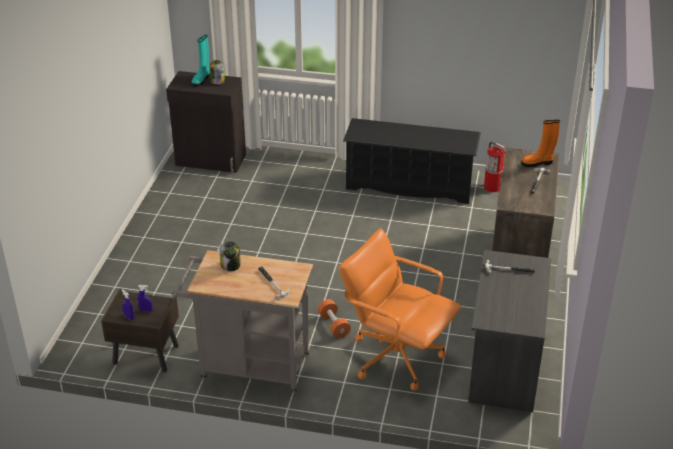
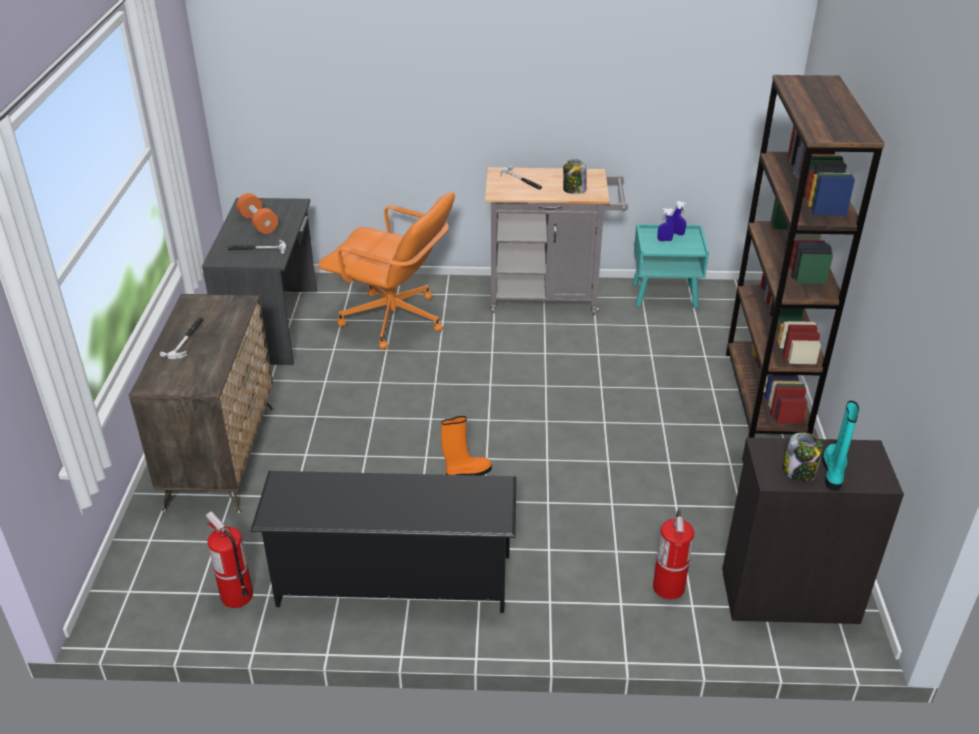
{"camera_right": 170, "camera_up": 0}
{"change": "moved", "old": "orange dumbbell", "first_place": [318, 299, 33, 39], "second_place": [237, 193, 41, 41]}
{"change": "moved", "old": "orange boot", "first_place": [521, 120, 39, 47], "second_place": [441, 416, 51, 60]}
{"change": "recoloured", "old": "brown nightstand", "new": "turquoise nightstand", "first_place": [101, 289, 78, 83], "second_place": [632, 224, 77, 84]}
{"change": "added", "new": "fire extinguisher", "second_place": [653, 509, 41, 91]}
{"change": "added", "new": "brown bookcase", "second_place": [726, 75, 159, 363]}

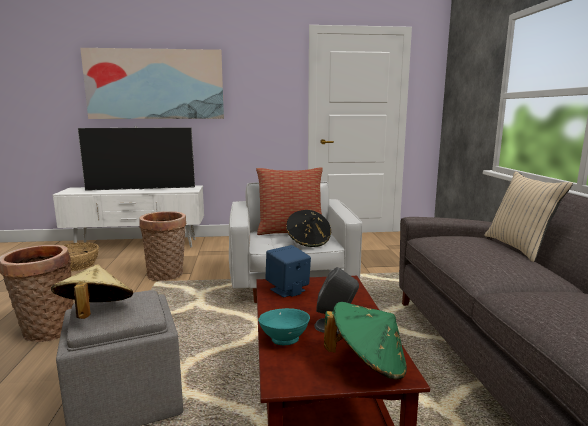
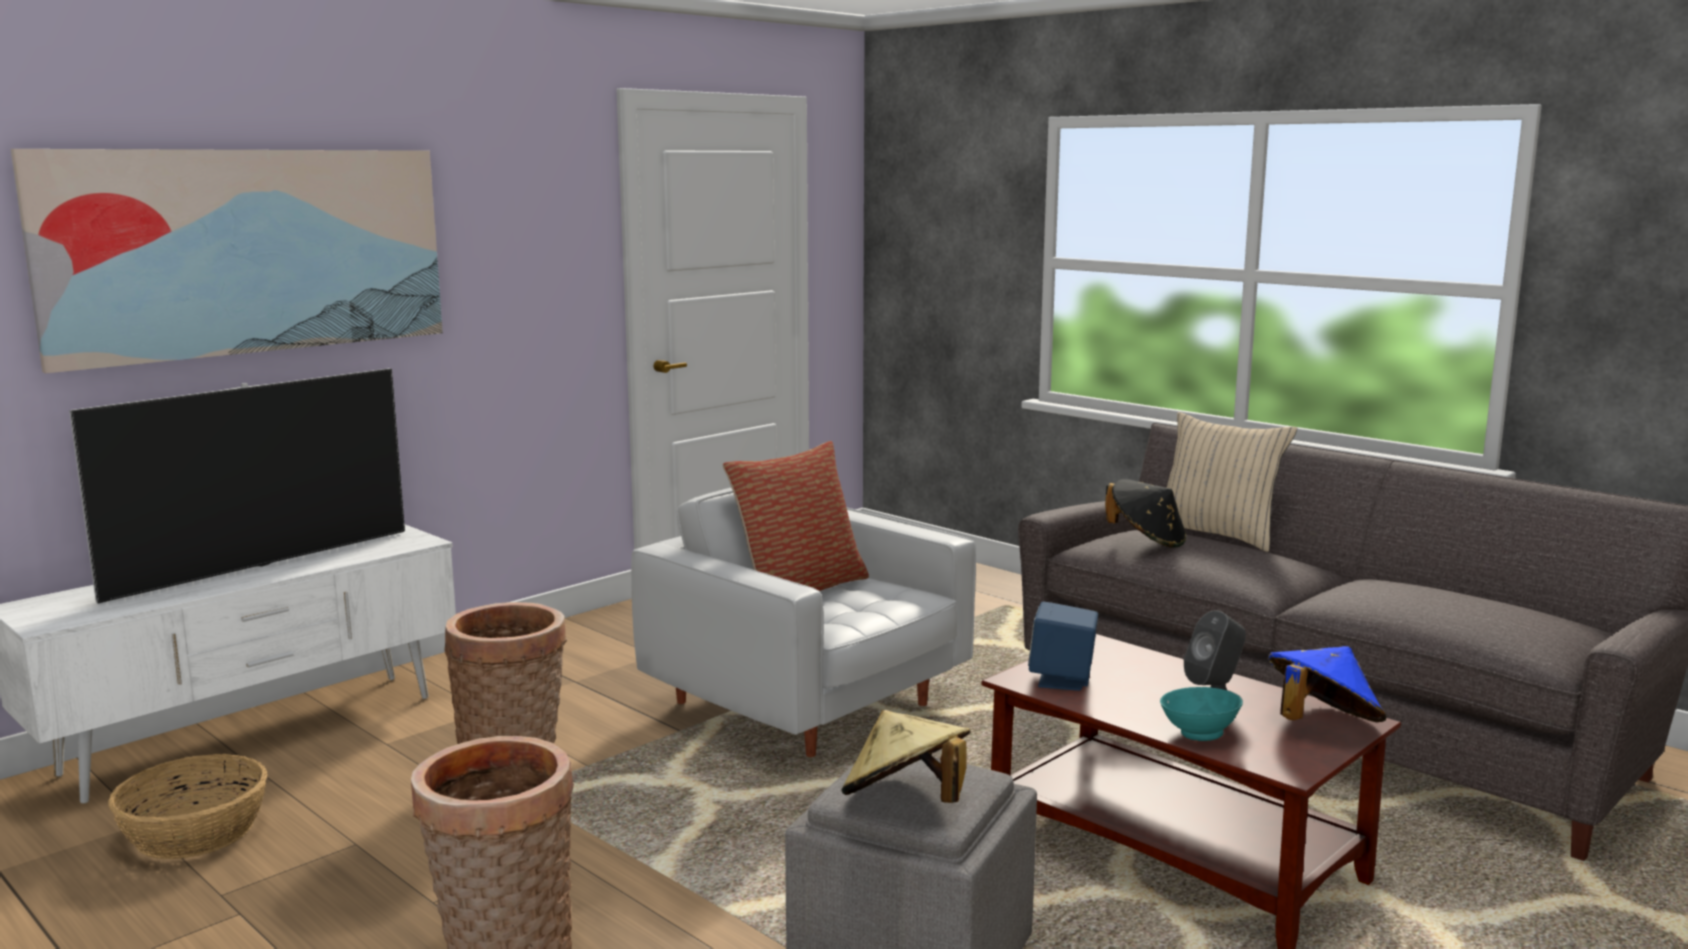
{"camera_right": -40, "camera_up": 0}
{"change": "moved", "old": "black hat", "first_place": [286, 210, 45, 37], "second_place": [1105, 479, 81, 69]}
{"change": "recoloured", "old": "green hat", "new": "blue hat", "first_place": [324, 302, 83, 78], "second_place": [1267, 646, 119, 76]}

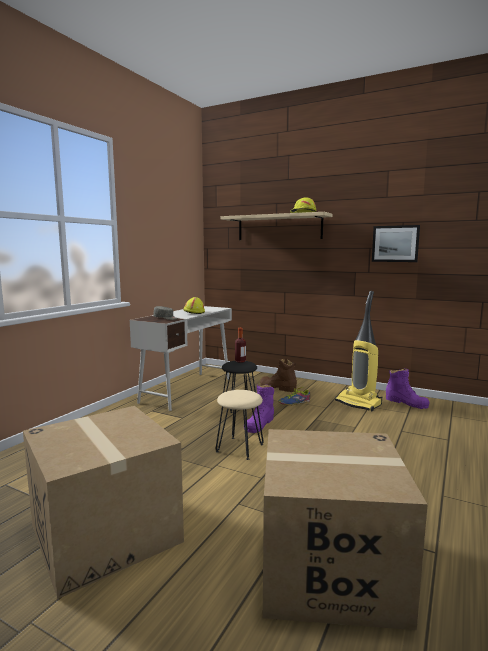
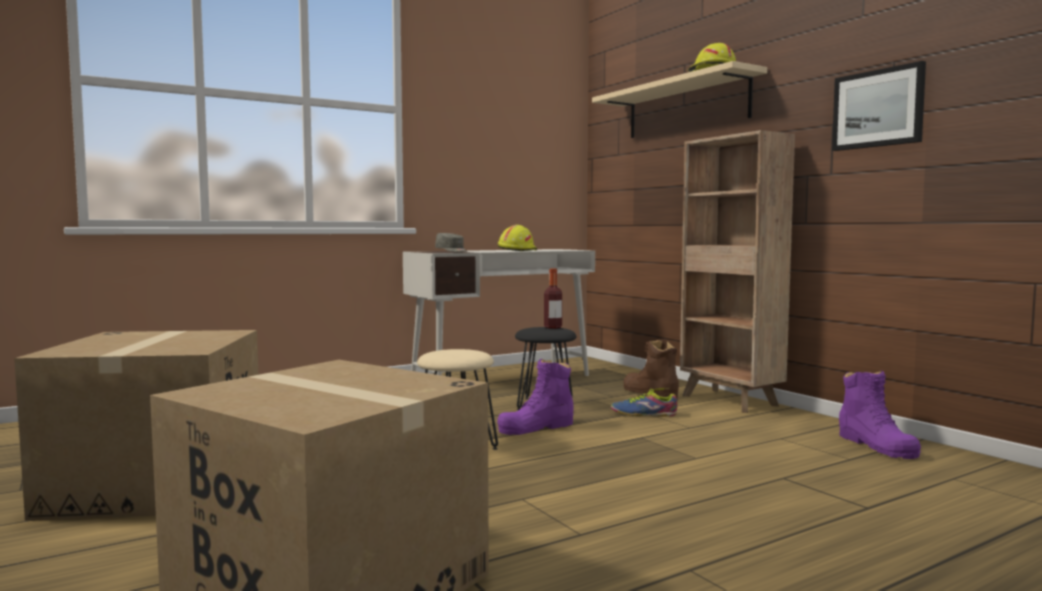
{"camera_right": 30, "camera_up": -5}
{"change": "added", "new": "brown bookcase", "second_place": [680, 130, 115, 283]}
{"change": "removed", "old": "vacuum cleaner", "first_place": [335, 291, 47, 120]}

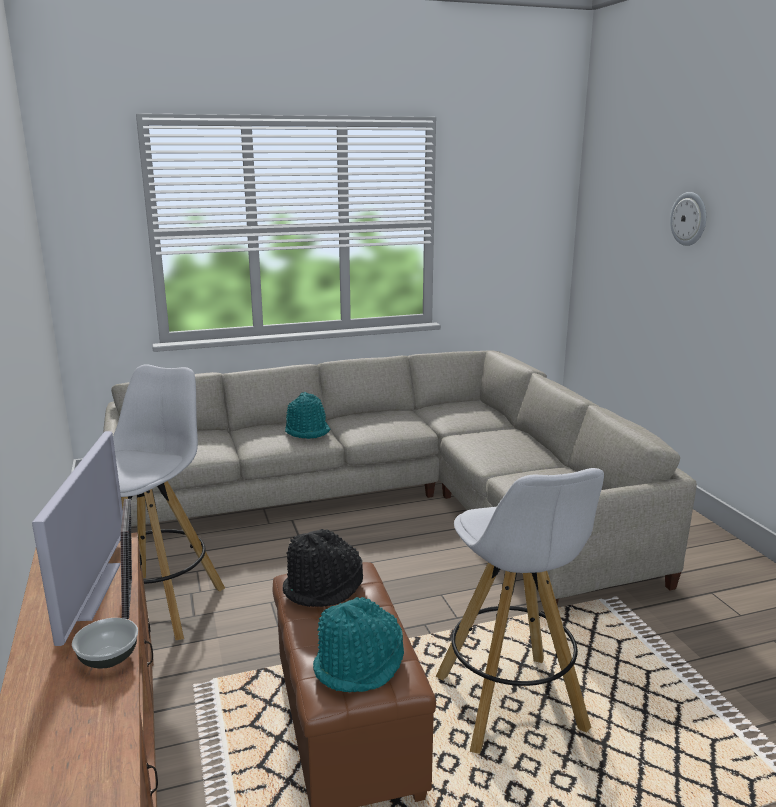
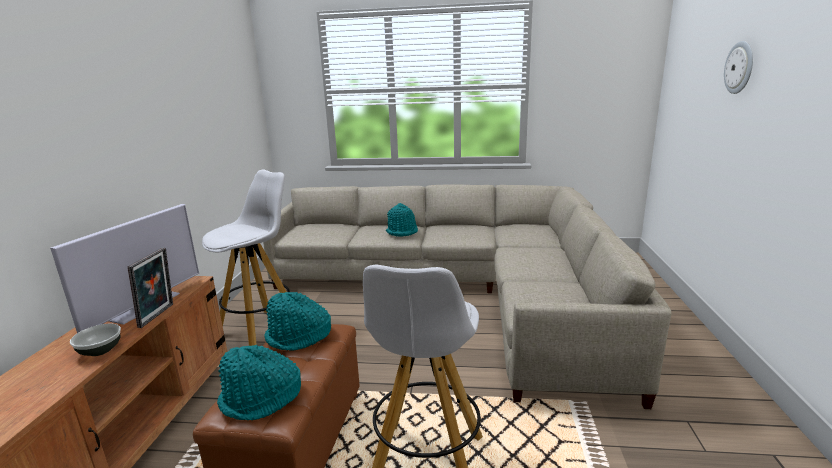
{"camera_right": 25, "camera_up": 0}
{"change": "recoloured", "old": "black hat", "new": "turquoise hat", "first_place": [283, 529, 80, 78], "second_place": [264, 292, 67, 59]}

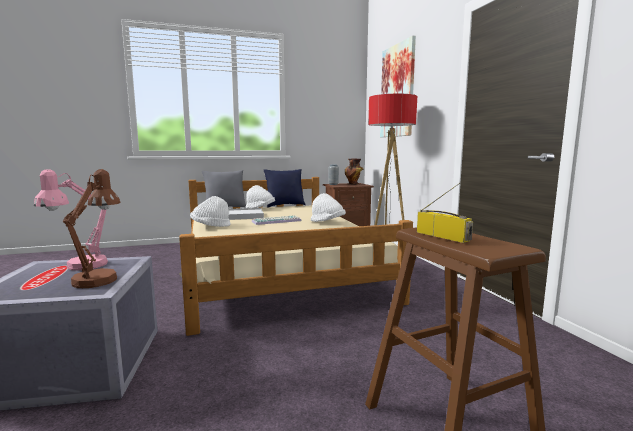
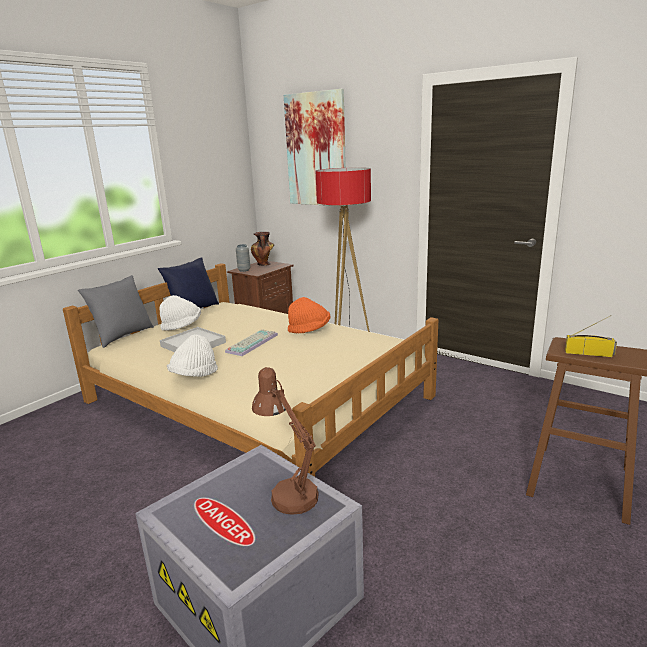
{"camera_right": -35, "camera_up": 10}
{"change": "recoloured", "old": "white hat", "new": "orange hat", "first_place": [311, 193, 35, 29], "second_place": [288, 297, 42, 36]}
{"change": "removed", "old": "pink table lamp", "first_place": [34, 169, 74, 101]}

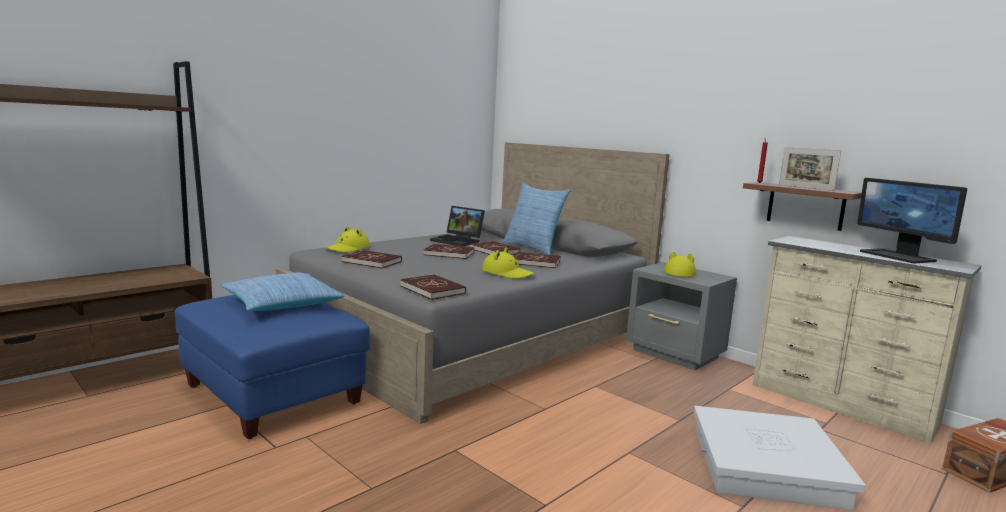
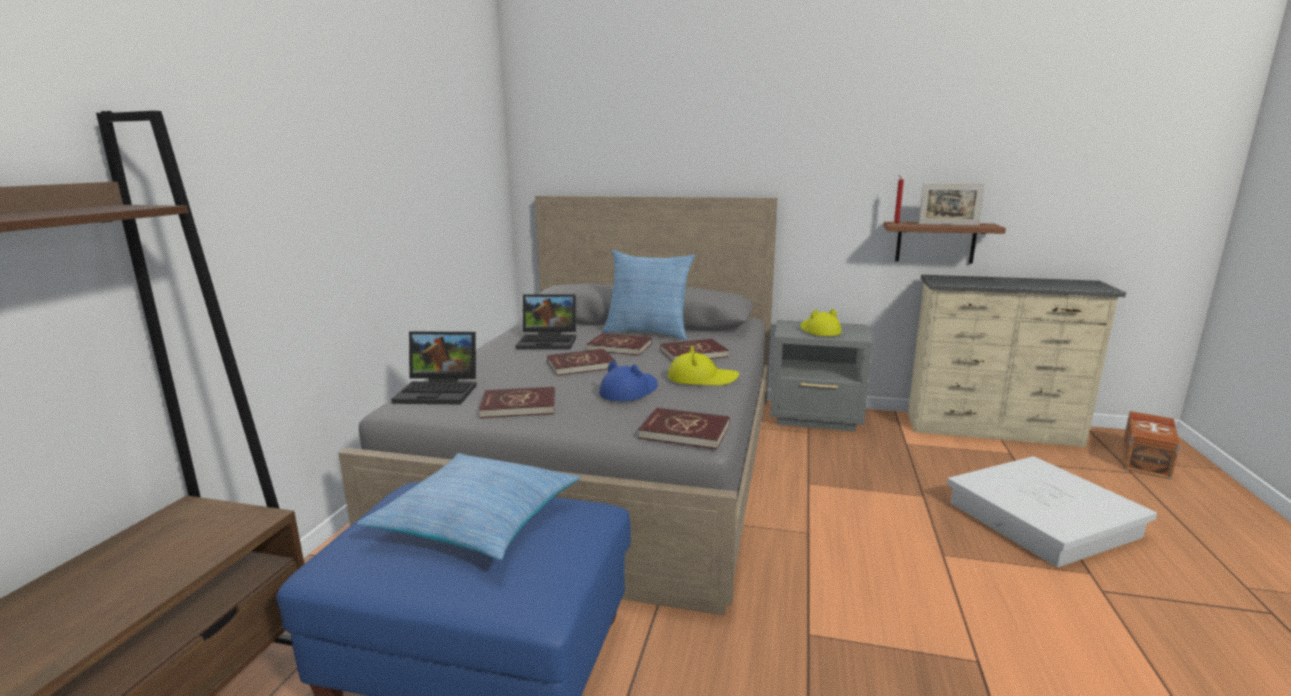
{"camera_right": -30, "camera_up": 5}
{"change": "replaced", "old": "yellow hat", "new": "laptop", "first_place": [325, 226, 45, 27], "second_place": [391, 331, 86, 73]}
{"change": "added", "new": "blue hat", "second_place": [599, 361, 59, 40]}
{"change": "removed", "old": "monitor", "first_place": [857, 178, 110, 85]}

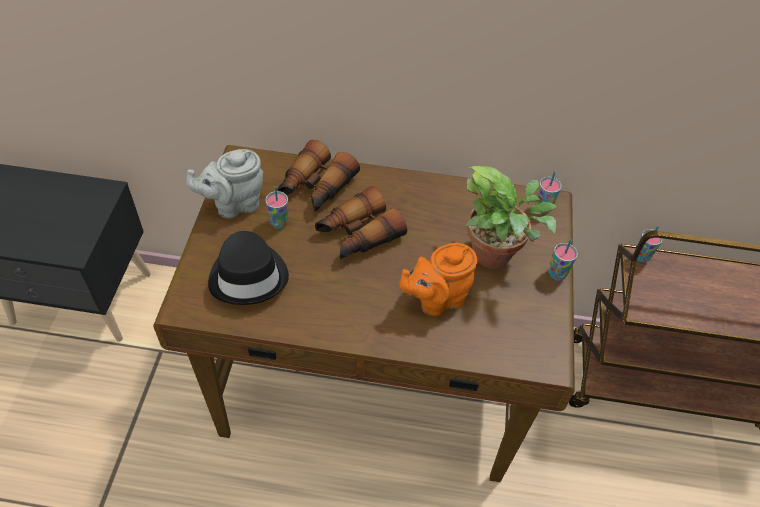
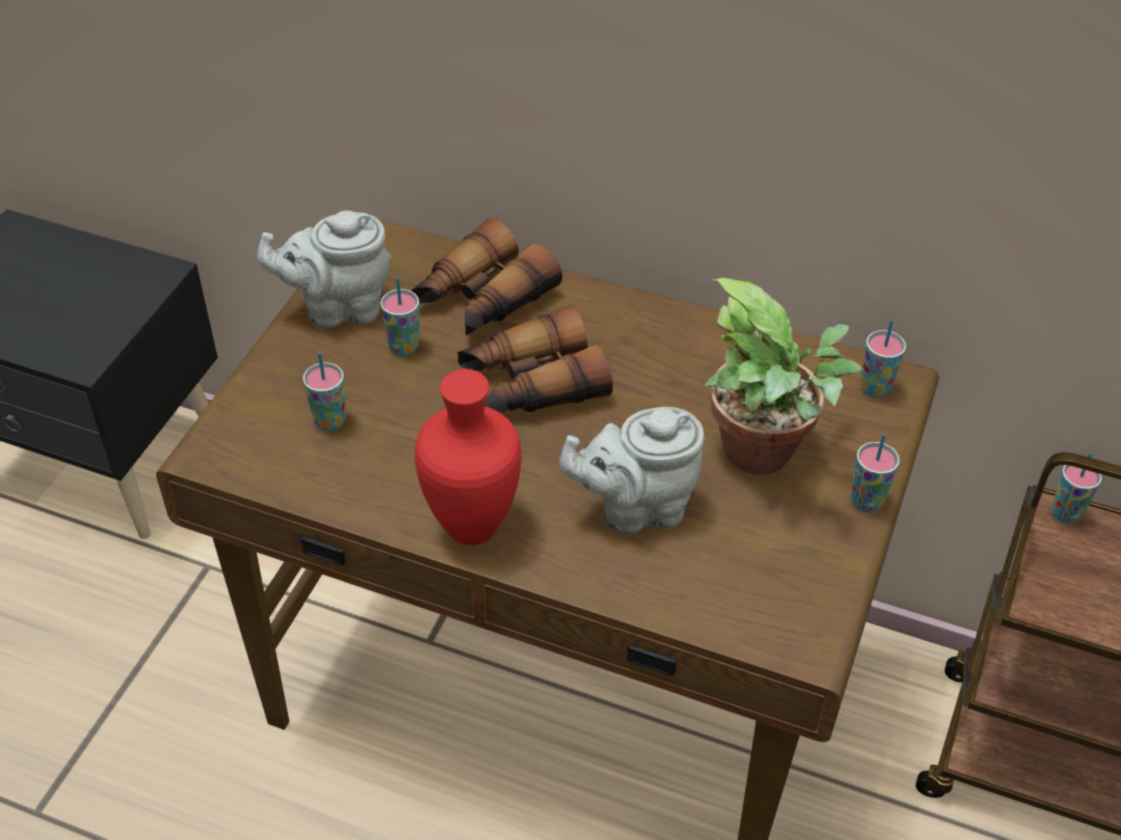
{"camera_right": 15, "camera_up": -5}
{"change": "replaced", "old": "black hat", "new": "cup", "first_place": [208, 231, 81, 74], "second_place": [303, 352, 43, 79]}
{"change": "added", "new": "red vase", "second_place": [415, 369, 106, 176]}
{"change": "recoloured", "old": "orange teapot", "new": "grey teapot", "first_place": [399, 243, 78, 73], "second_place": [559, 407, 145, 127]}

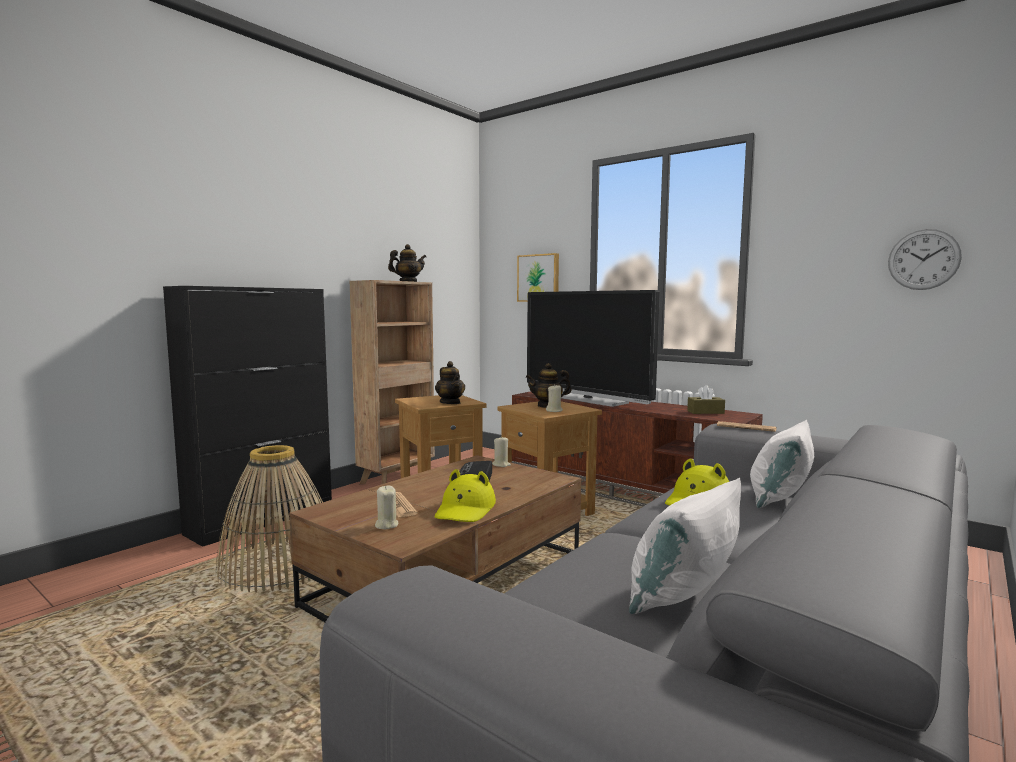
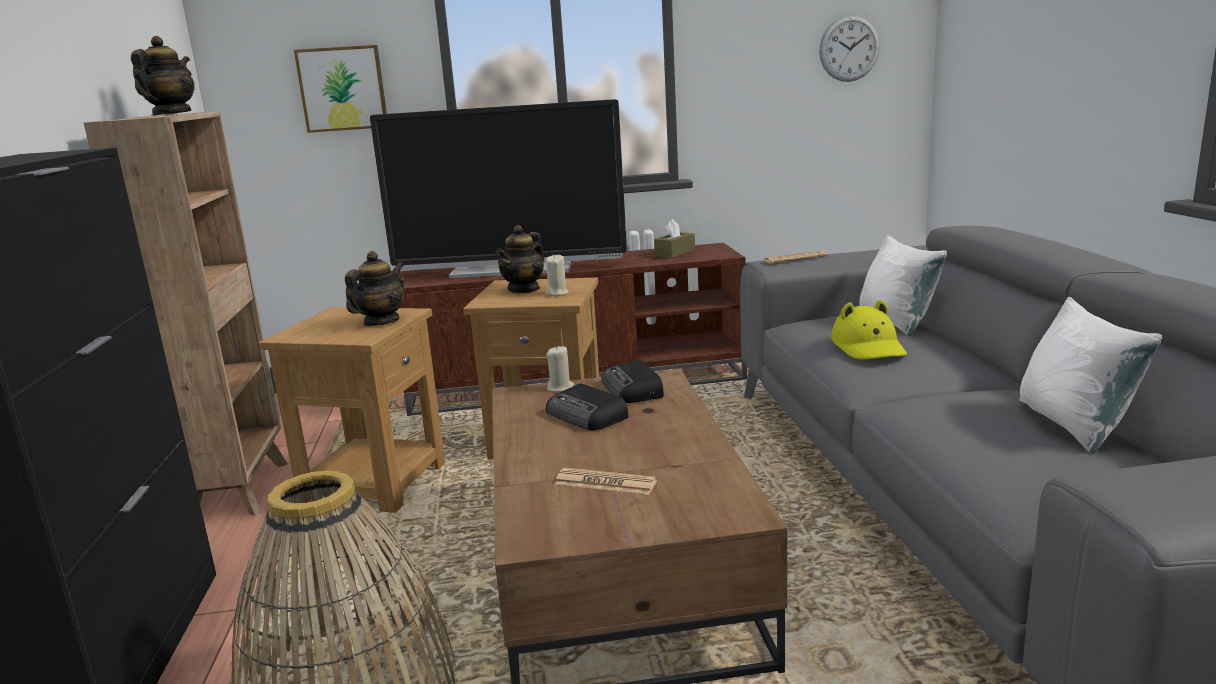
{"camera_right": -45, "camera_up": 10}
{"change": "turned", "old": "teapot", "first_place": [435, 361, 30, 43], "second_place": [345, 251, 59, 75], "degrees": -75}
{"change": "added", "new": "radio", "second_place": [601, 360, 63, 43]}
{"change": "removed", "old": "beige candle", "first_place": [375, 486, 23, 43]}
{"change": "removed", "old": "yellow hat", "first_place": [435, 469, 61, 53]}

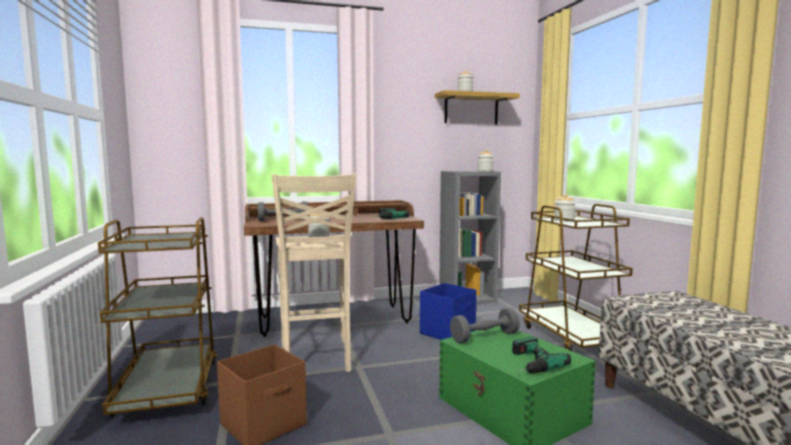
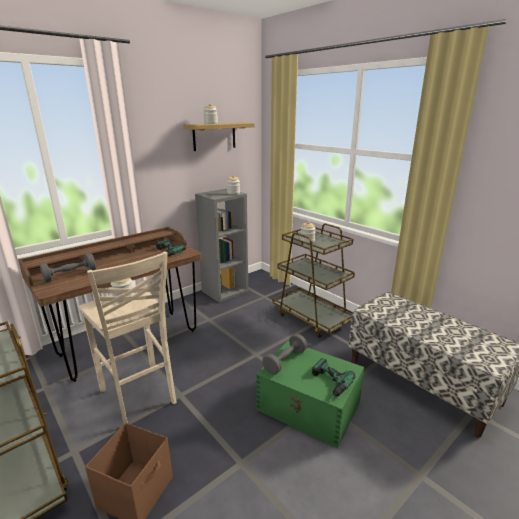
{"camera_right": -25, "camera_up": 15}
{"change": "removed", "old": "blue storage box", "first_place": [420, 283, 57, 57]}

